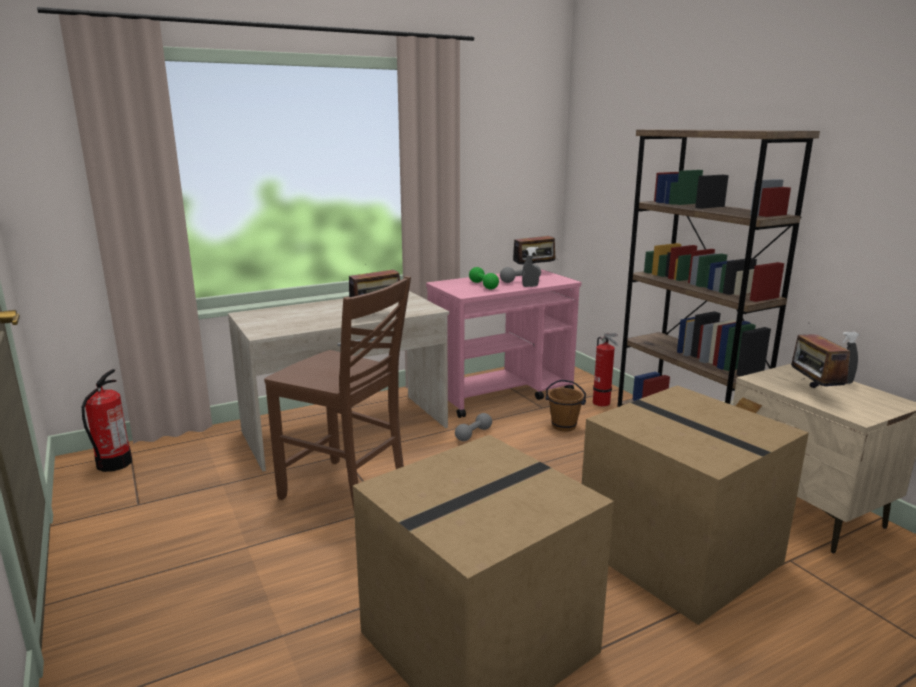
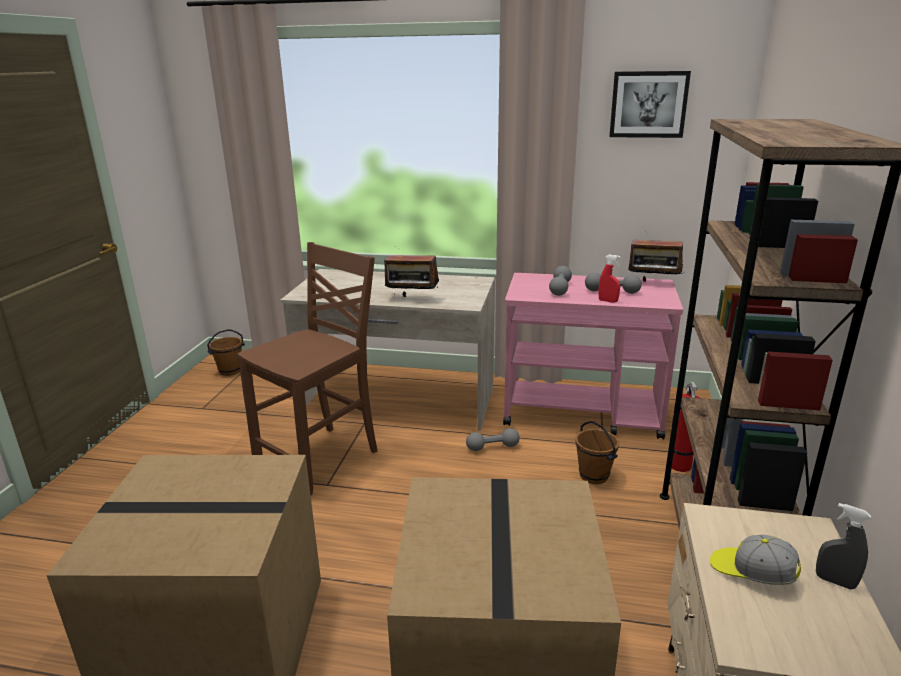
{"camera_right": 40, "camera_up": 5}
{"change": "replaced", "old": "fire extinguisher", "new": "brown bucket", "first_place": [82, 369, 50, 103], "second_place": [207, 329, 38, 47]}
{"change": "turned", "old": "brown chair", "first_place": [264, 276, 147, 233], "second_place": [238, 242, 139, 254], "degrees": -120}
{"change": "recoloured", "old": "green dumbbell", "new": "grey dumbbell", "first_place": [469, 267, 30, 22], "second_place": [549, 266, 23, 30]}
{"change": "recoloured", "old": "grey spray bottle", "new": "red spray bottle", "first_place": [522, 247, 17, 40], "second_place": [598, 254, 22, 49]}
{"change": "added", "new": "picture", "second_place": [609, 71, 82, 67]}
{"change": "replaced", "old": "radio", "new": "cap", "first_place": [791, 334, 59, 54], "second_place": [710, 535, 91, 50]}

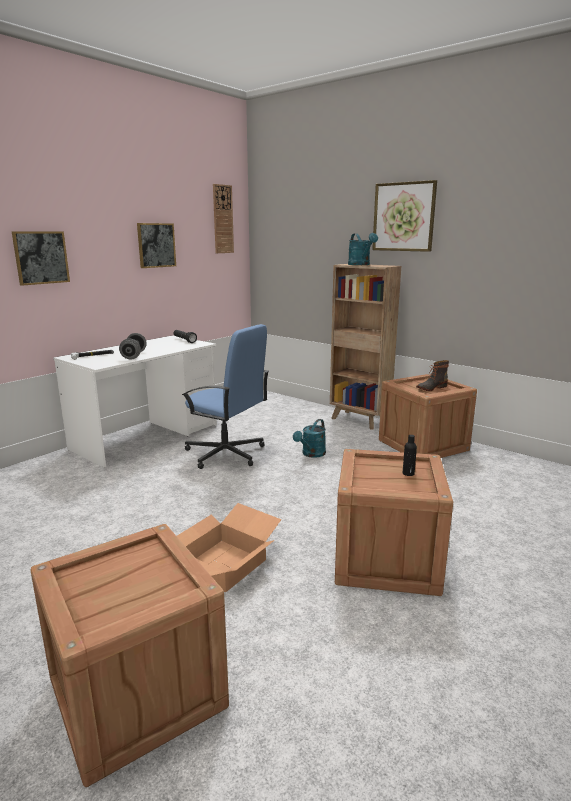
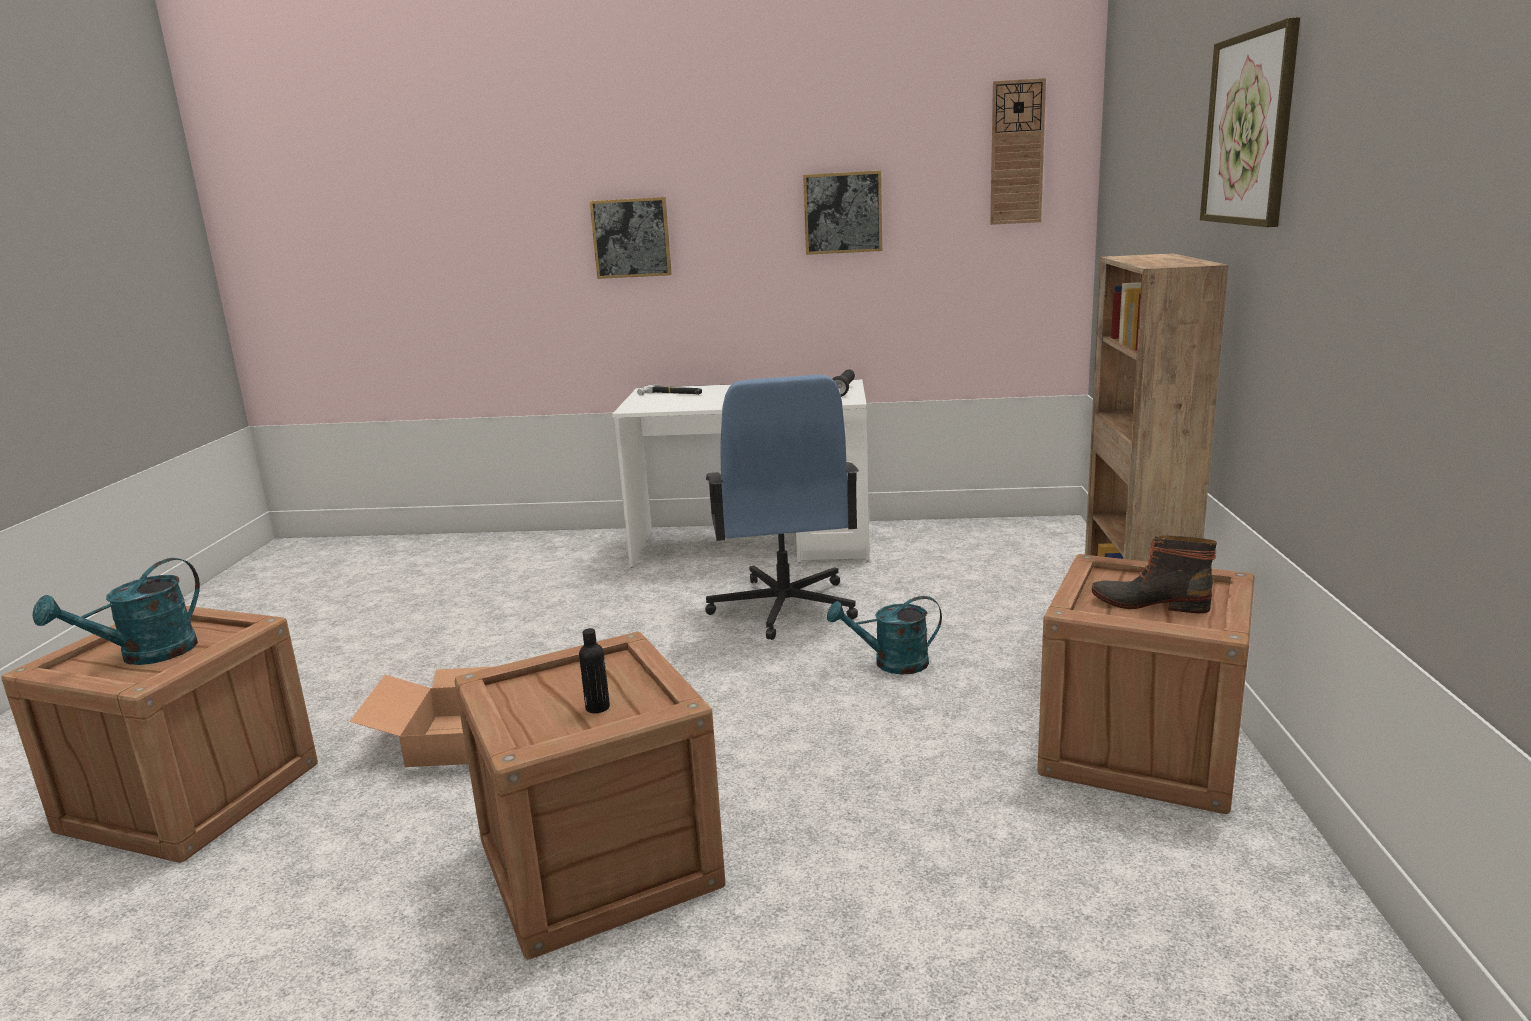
{"camera_right": 55, "camera_up": 0}
{"change": "moved", "old": "turquoise watering can", "first_place": [348, 233, 30, 32], "second_place": [32, 558, 168, 107]}
{"change": "removed", "old": "grey dumbbell", "first_place": [119, 333, 28, 27]}

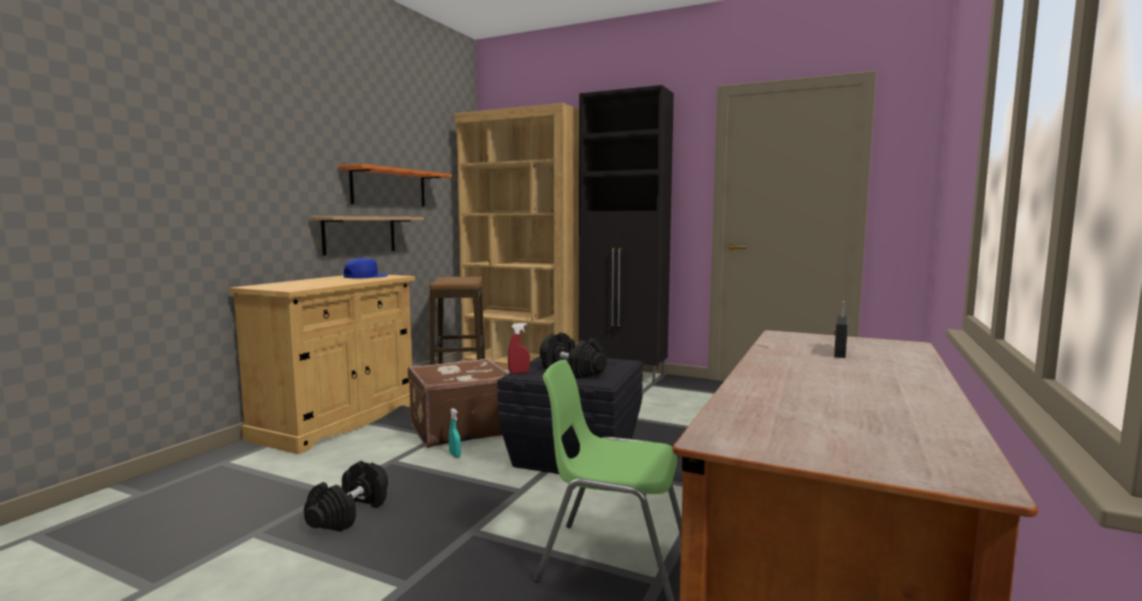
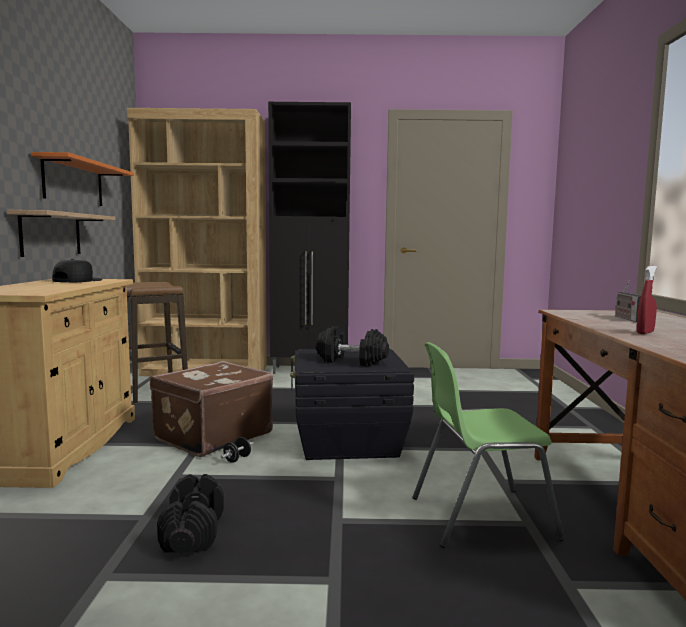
{"camera_right": -25, "camera_up": 0}
{"change": "recoloured", "old": "blue cap", "new": "black cap", "first_place": [344, 258, 44, 21], "second_place": [52, 259, 50, 24]}
{"change": "replaced", "old": "turquoise spray bottle", "new": "black dumbbell", "first_place": [449, 408, 12, 50], "second_place": [221, 437, 32, 26]}
{"change": "moved", "old": "red spray bottle", "first_place": [508, 323, 22, 51], "second_place": [637, 266, 20, 68]}

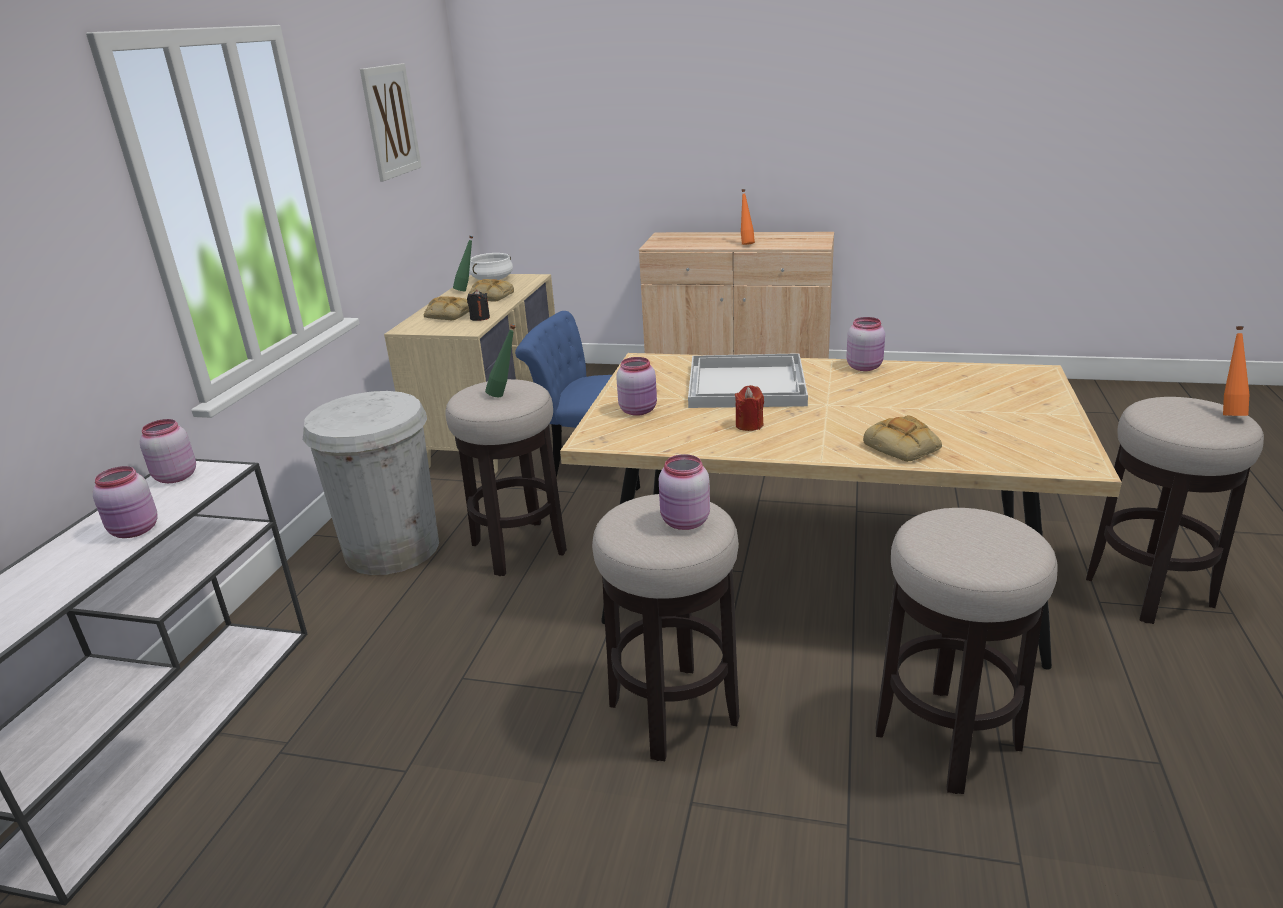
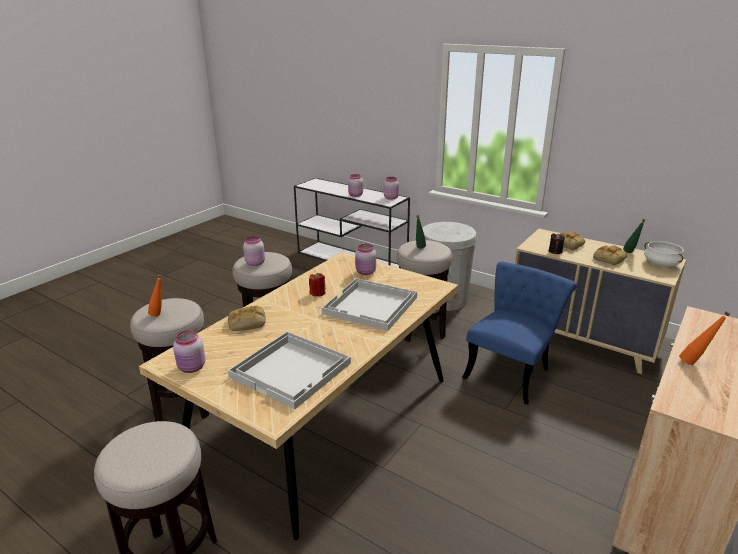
{"camera_right": 110, "camera_up": 0}
{"change": "moved", "old": "orange bottle", "first_place": [1223, 326, 26, 90], "second_place": [148, 274, 14, 43]}
{"change": "moved", "old": "pink jar", "first_place": [846, 317, 39, 54], "second_place": [173, 331, 32, 42]}
{"change": "added", "new": "white tray", "second_place": [228, 331, 123, 78]}
{"change": "removed", "old": "picture", "first_place": [360, 63, 62, 118]}

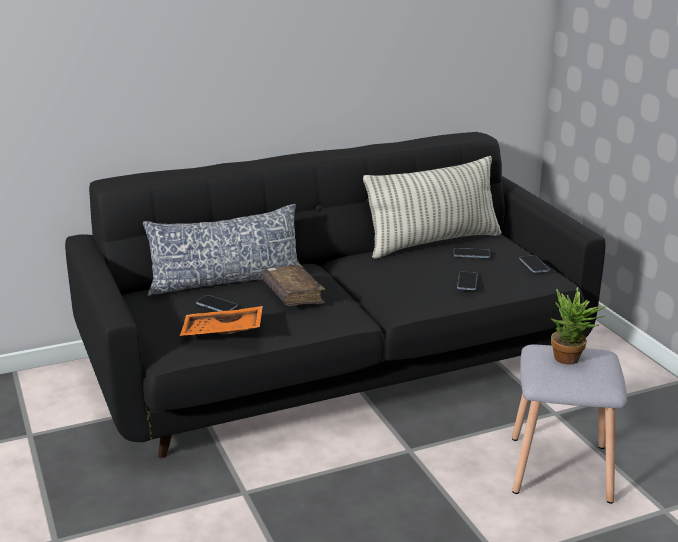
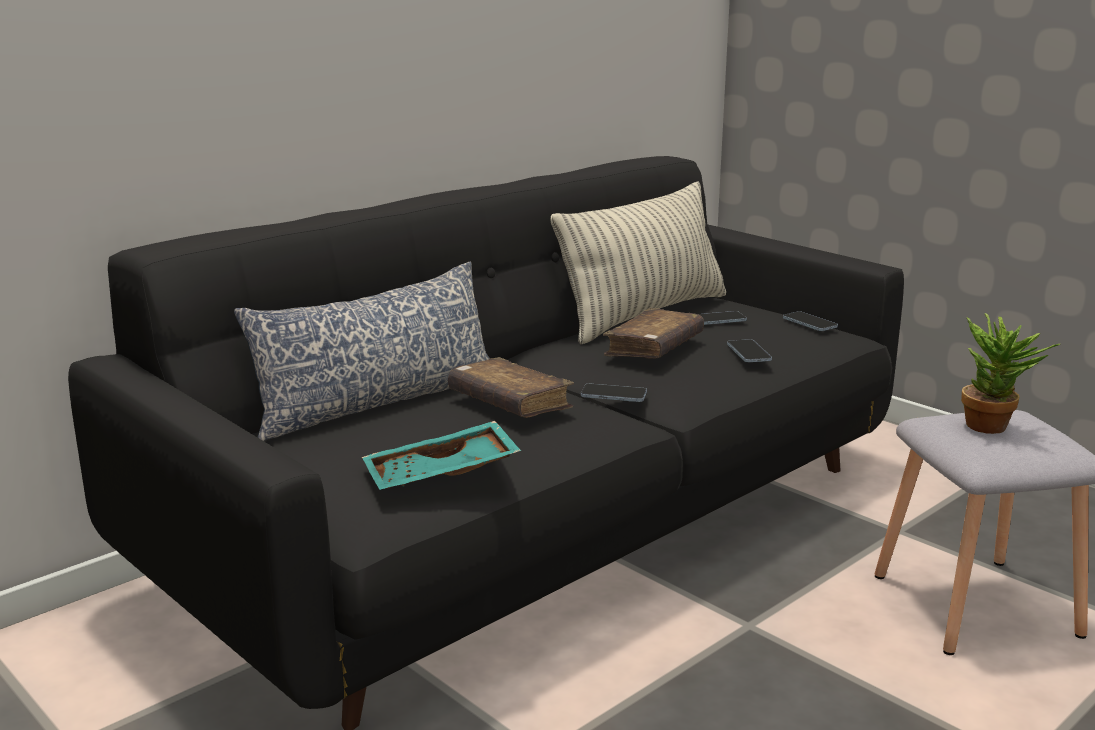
{"camera_right": -20, "camera_up": -5}
{"change": "recoloured", "old": "orange tray", "new": "turquoise tray", "first_place": [180, 306, 83, 30], "second_place": [362, 421, 159, 69]}
{"change": "moved", "old": "phone", "first_place": [196, 295, 41, 16], "second_place": [581, 383, 66, 19]}
{"change": "added", "new": "brown book", "second_place": [603, 308, 101, 51]}

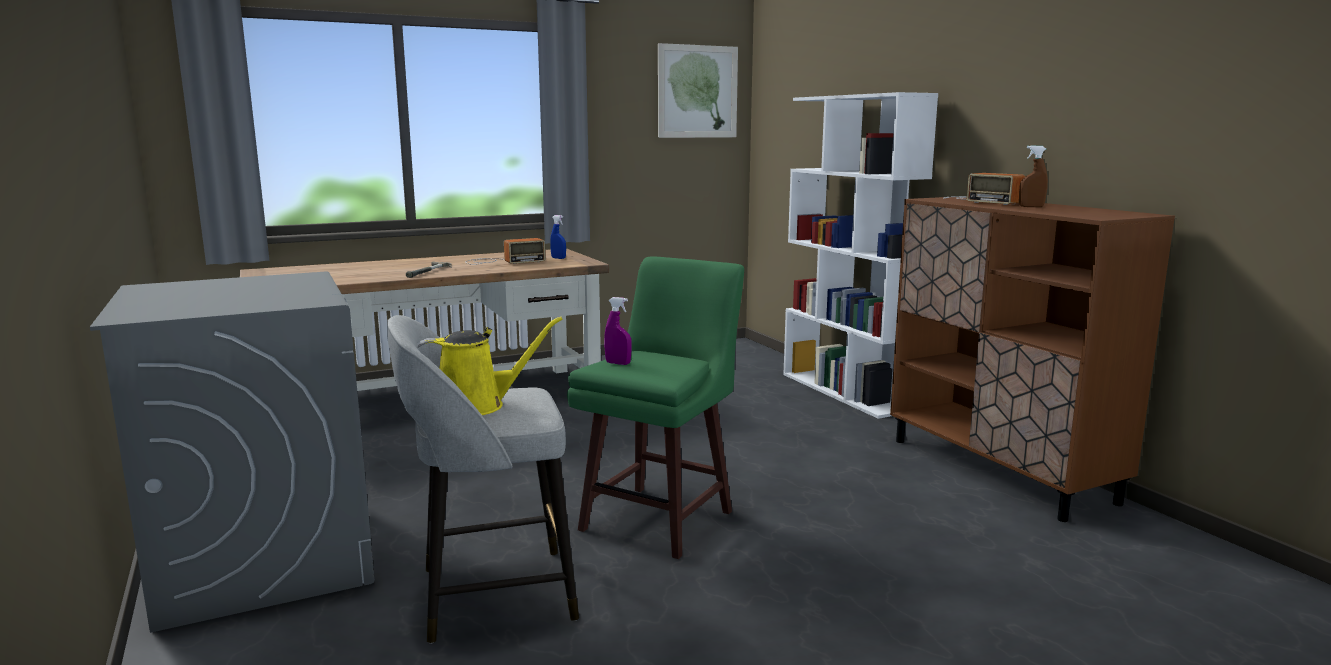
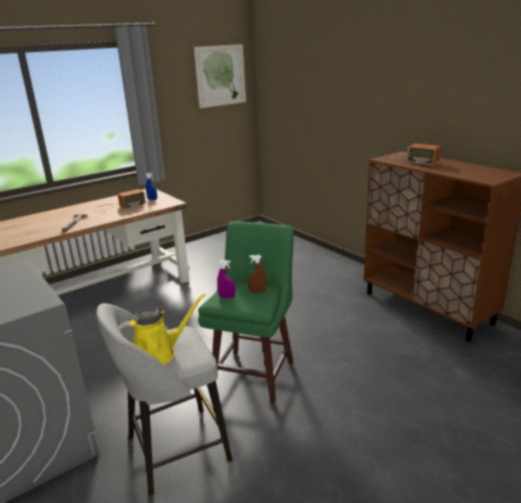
{"camera_right": -10, "camera_up": 10}
{"change": "moved", "old": "brown spray bottle", "first_place": [1019, 145, 29, 62], "second_place": [248, 255, 18, 38]}
{"change": "removed", "old": "white bookcase", "first_place": [783, 92, 155, 327]}

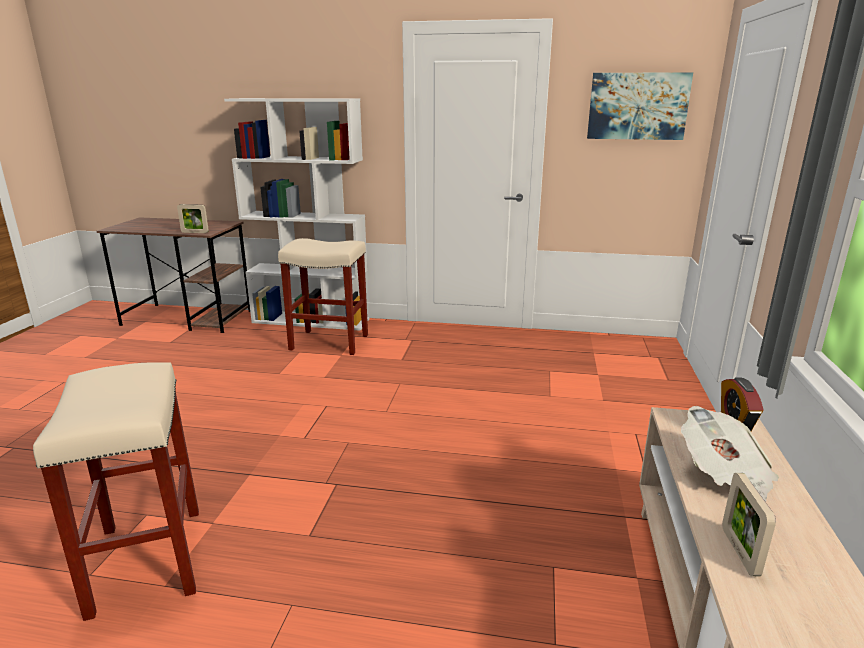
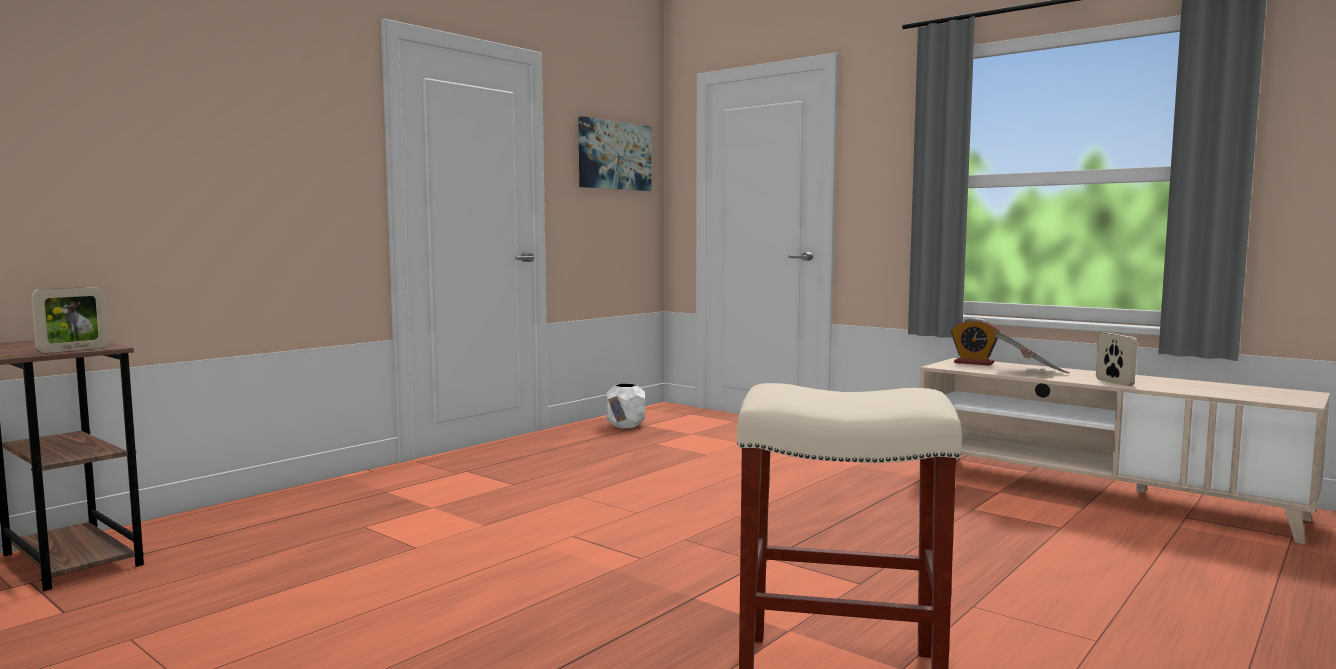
{"camera_right": -60, "camera_up": -15}
{"change": "added", "new": "white planter", "second_place": [606, 384, 39, 44]}
{"change": "turned", "old": "picture frame", "first_place": [722, 473, 54, 104], "second_place": [1096, 333, 41, 53], "degrees": -135}
{"change": "removed", "old": "white bookcase", "first_place": [224, 98, 145, 233]}
{"change": "removed", "old": "beige stool", "first_place": [278, 238, 90, 117]}

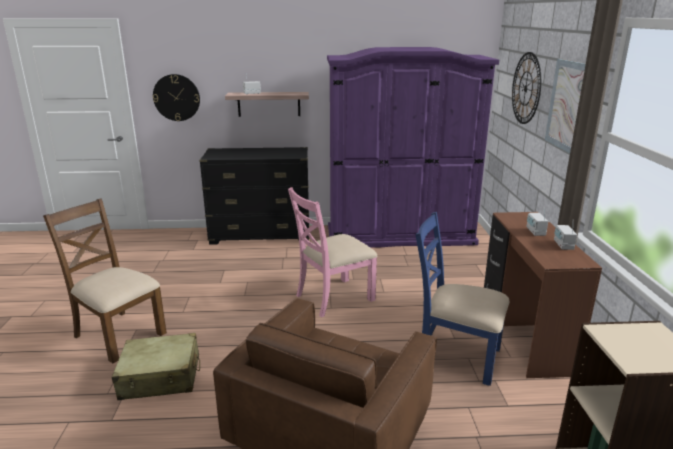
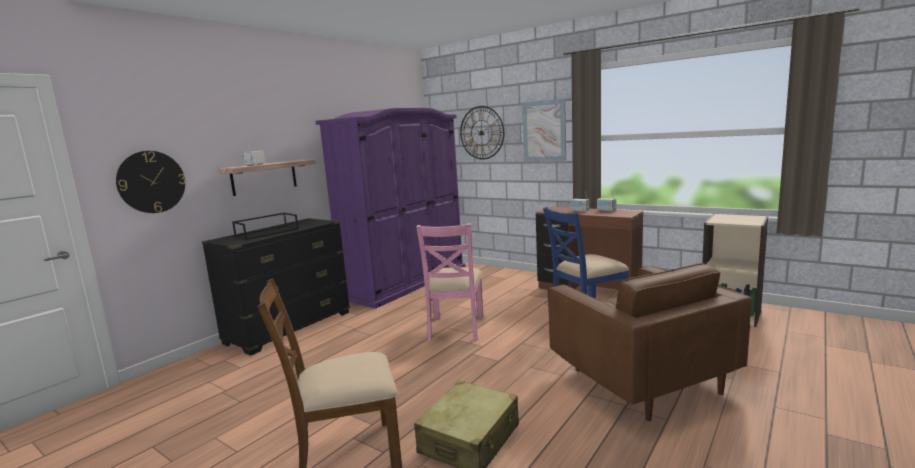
{"camera_right": -50, "camera_up": -10}
{"change": "added", "new": "black tray", "second_place": [232, 213, 67, 27]}

